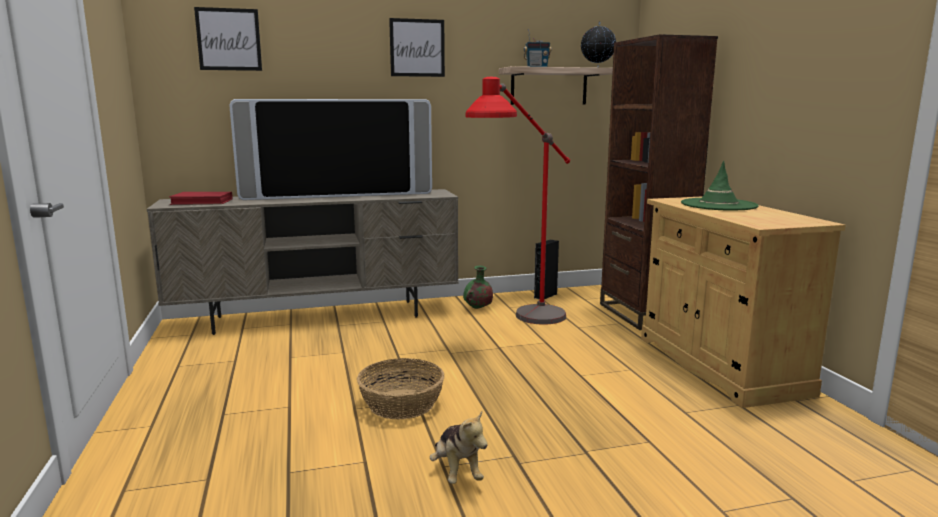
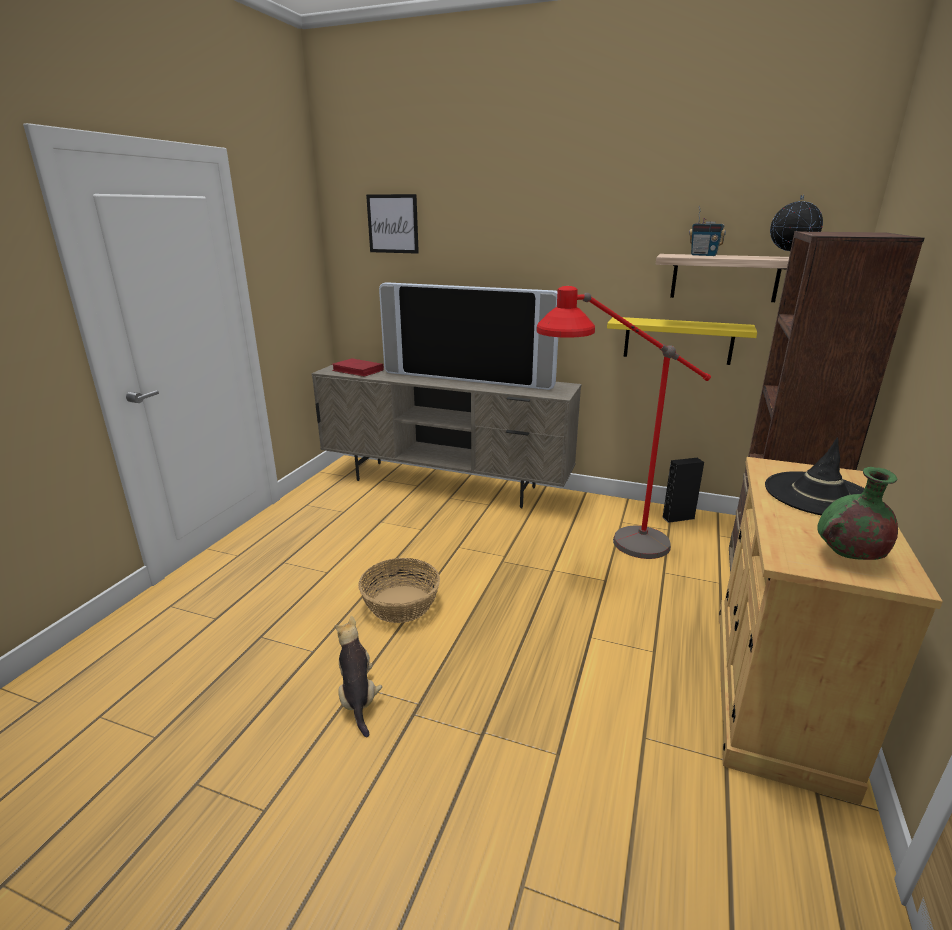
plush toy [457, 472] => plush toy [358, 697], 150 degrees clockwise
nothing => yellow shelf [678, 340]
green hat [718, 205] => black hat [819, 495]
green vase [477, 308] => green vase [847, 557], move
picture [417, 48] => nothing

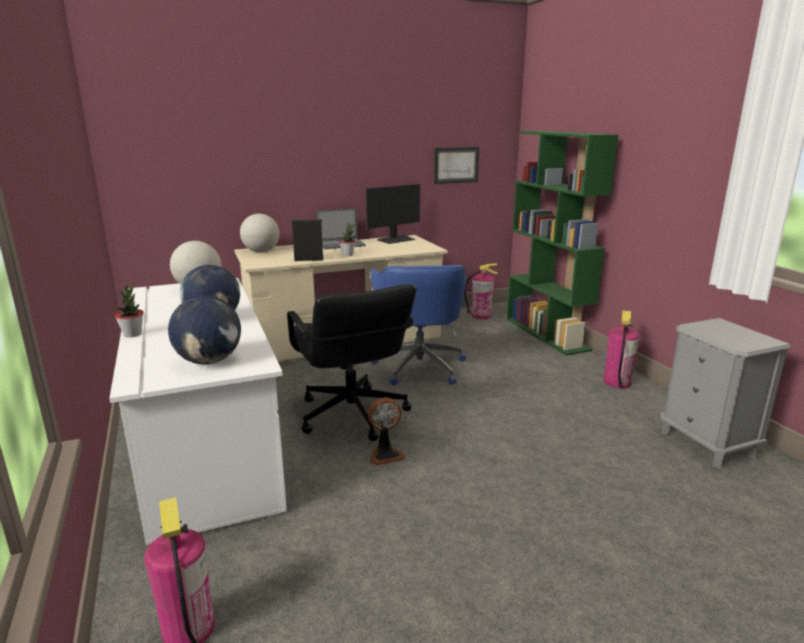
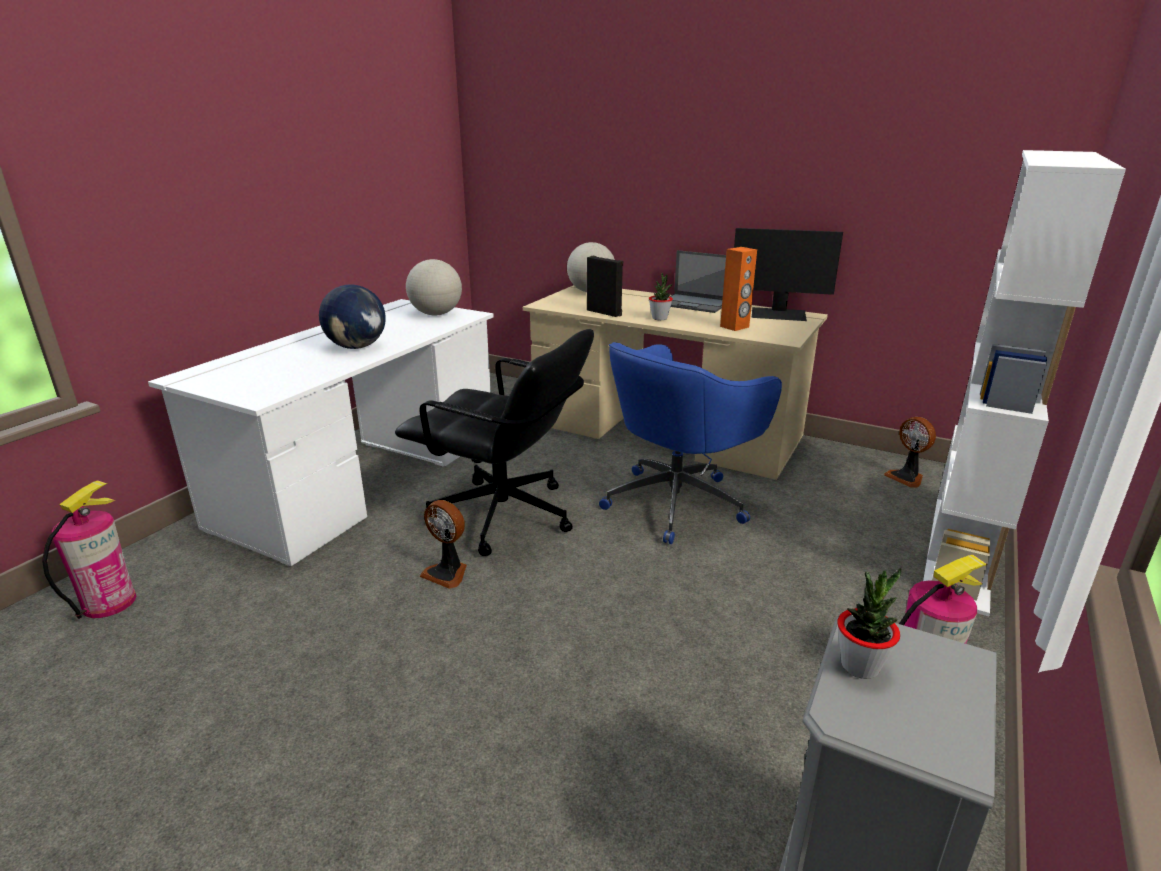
black office chair [351, 415] => black office chair [503, 516], 90 degrees counterclockwise
nothing => orange speaker [734, 327]
potted plant [132, 334] => potted plant [860, 666], move
fire extinguisher [481, 315] => fan [906, 477]
green bookcase [547, 334] => white bookcase [961, 551]
globe [209, 361] => nothing
picture [456, 165] => nothing

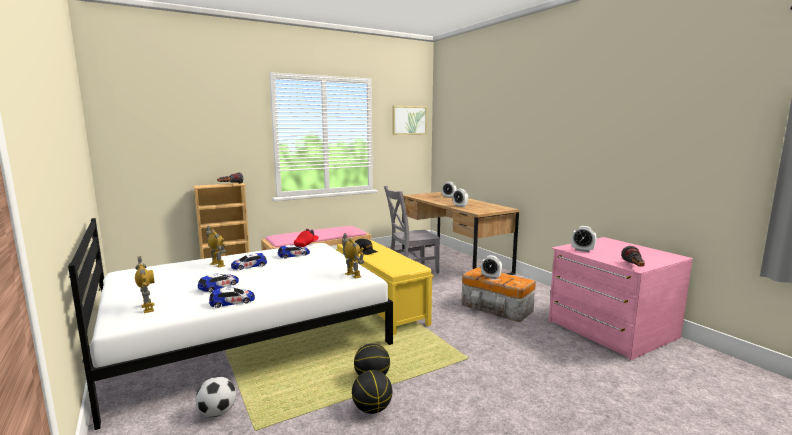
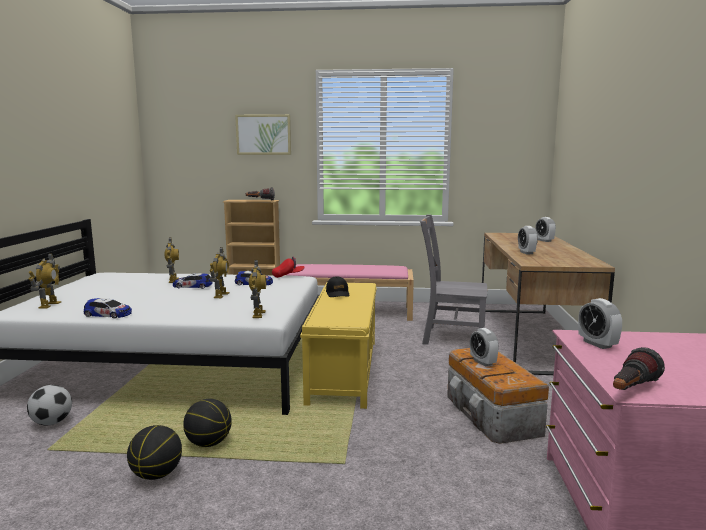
nothing => toy robot [220, 295]
picture [409, 120] => picture [263, 134], move
toy car [219, 286] => nothing

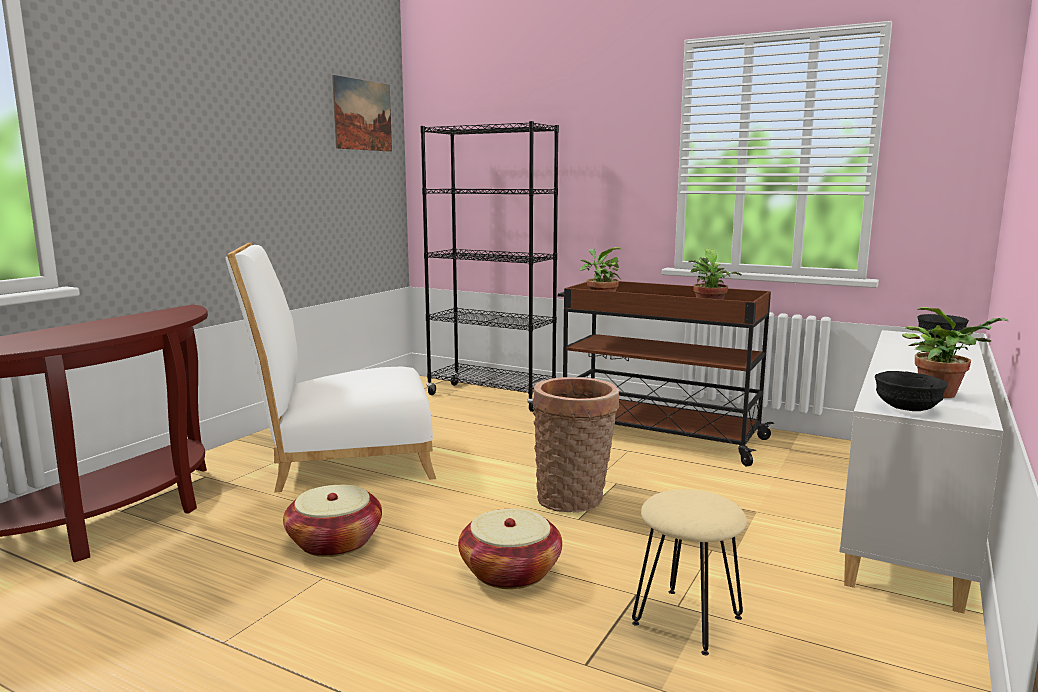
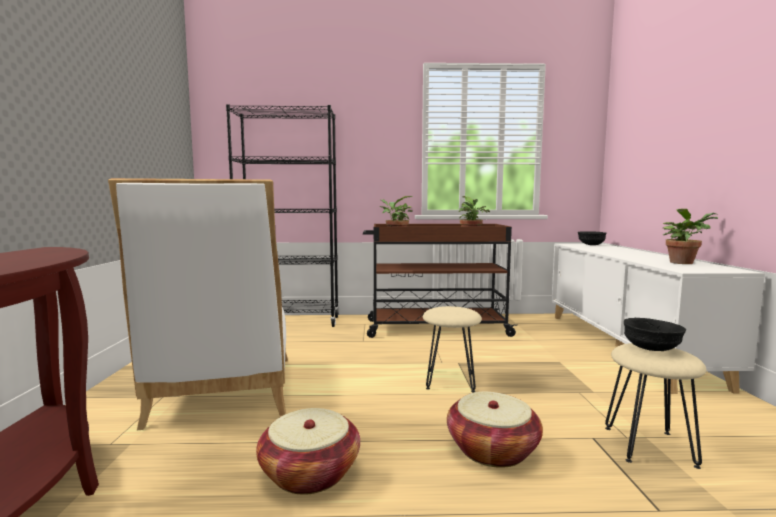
white chair [343, 462] => white chair [223, 394], 60 degrees counterclockwise
basket [574, 500] => beige stool [450, 380]
black bowl [906, 408] => black bowl [650, 349], move
picture [363, 115] => nothing

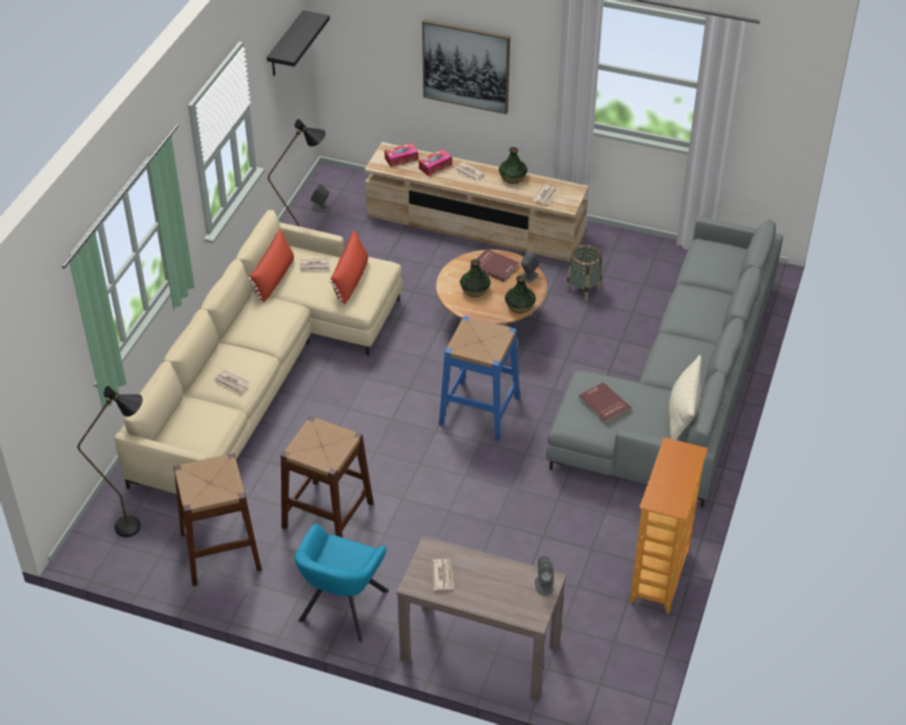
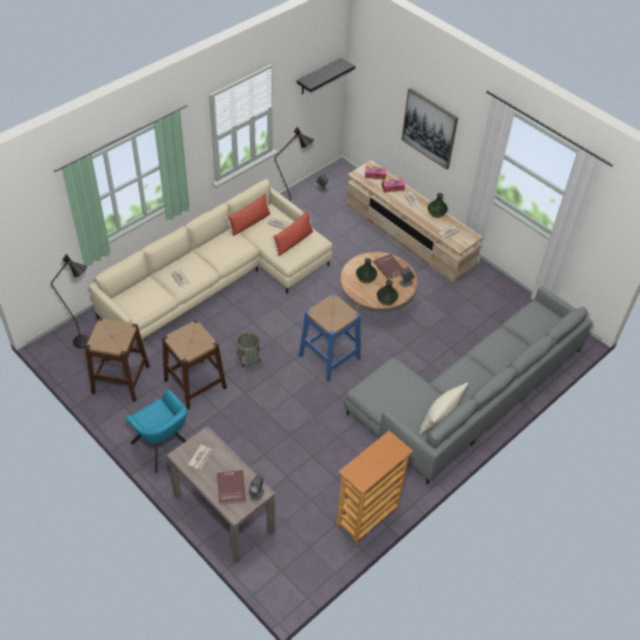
turquoise armchair [342, 608] => turquoise armchair [163, 447], 90 degrees counterclockwise
red book [603, 404] => red book [230, 488], move
basket [583, 289] => basket [248, 362], move

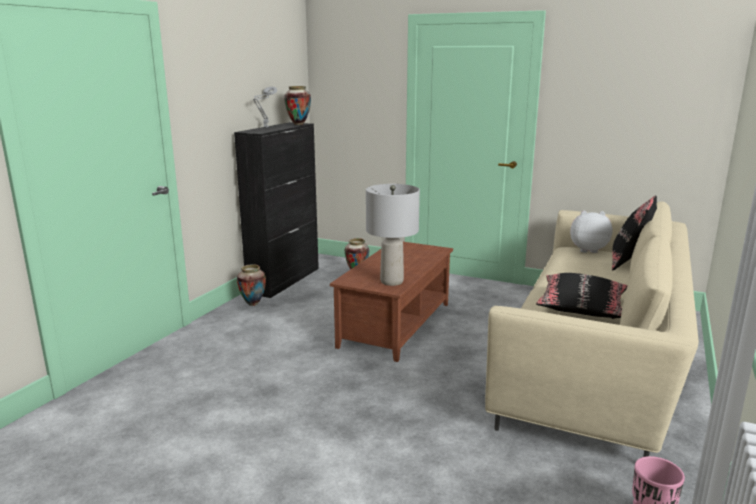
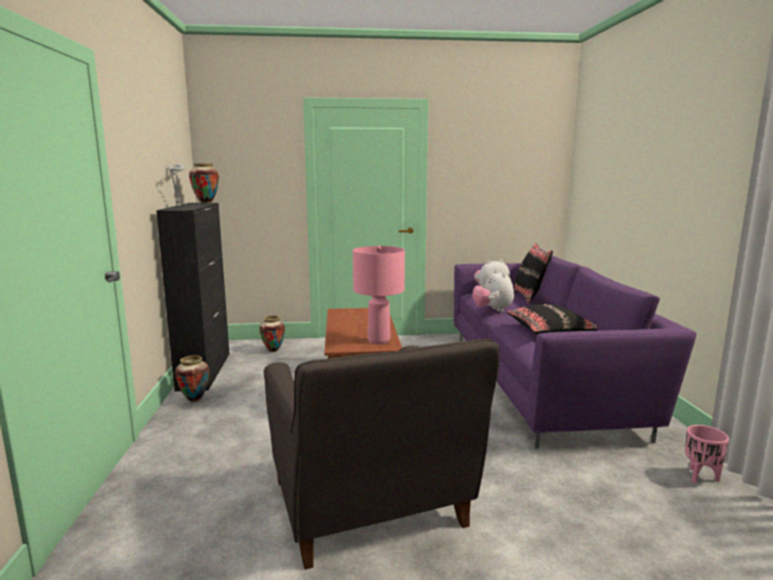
nothing => grey armchair [372, 509]
grey table lamp [392, 281] => pink table lamp [379, 340]
beige sofa [595, 362] => purple sofa [539, 379]
nothing => plush toy [492, 310]

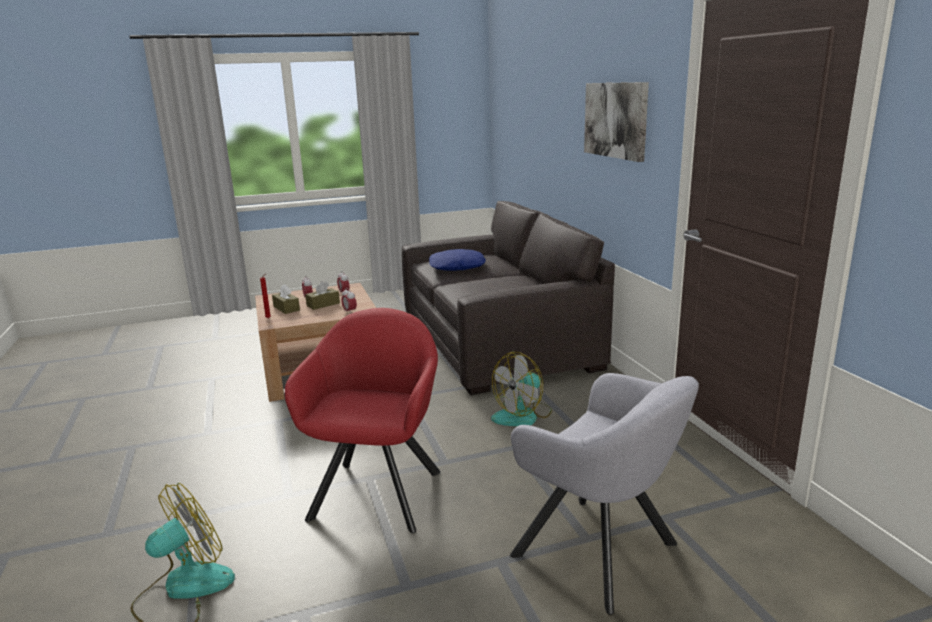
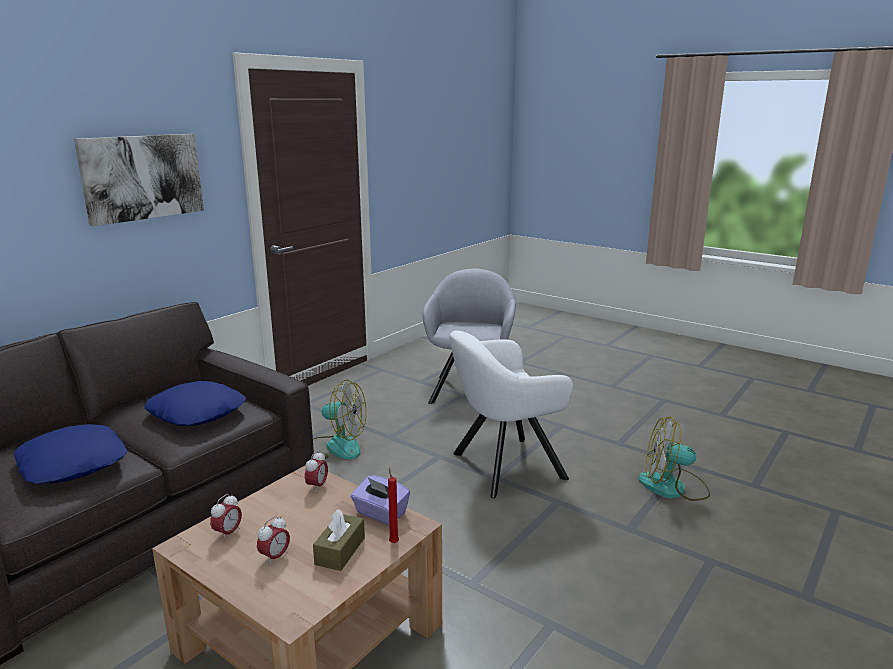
nothing => blue pillow [197, 412]
nothing => purple tissue box [380, 513]
red armchair [379, 489] => white armchair [502, 467]
brown tissue box [323, 304] => nothing

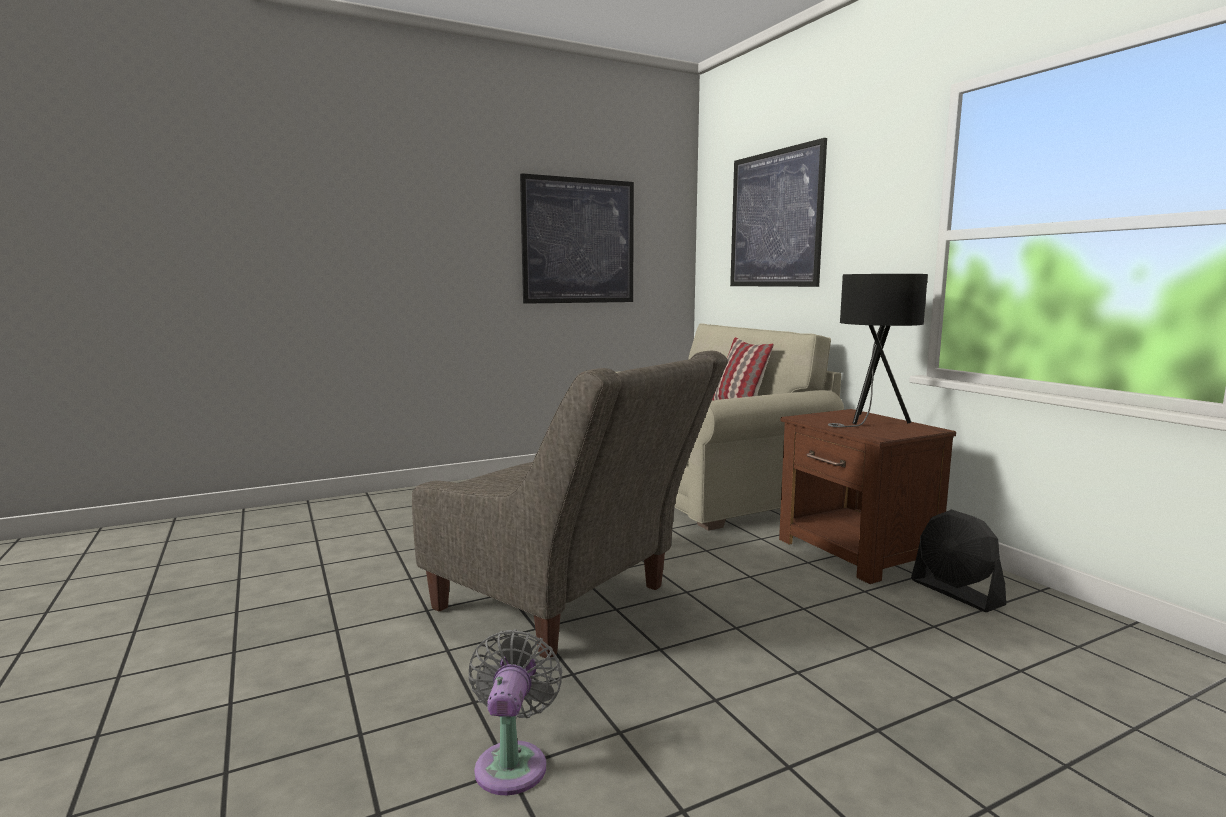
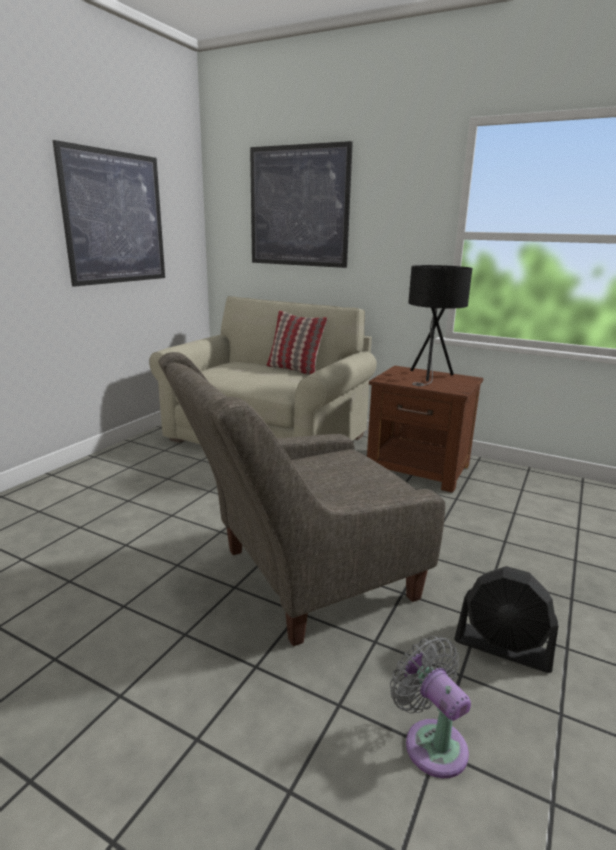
grey armchair [570, 605] => grey armchair [298, 579], 150 degrees clockwise
black fan [956, 593] => black fan [503, 647], move

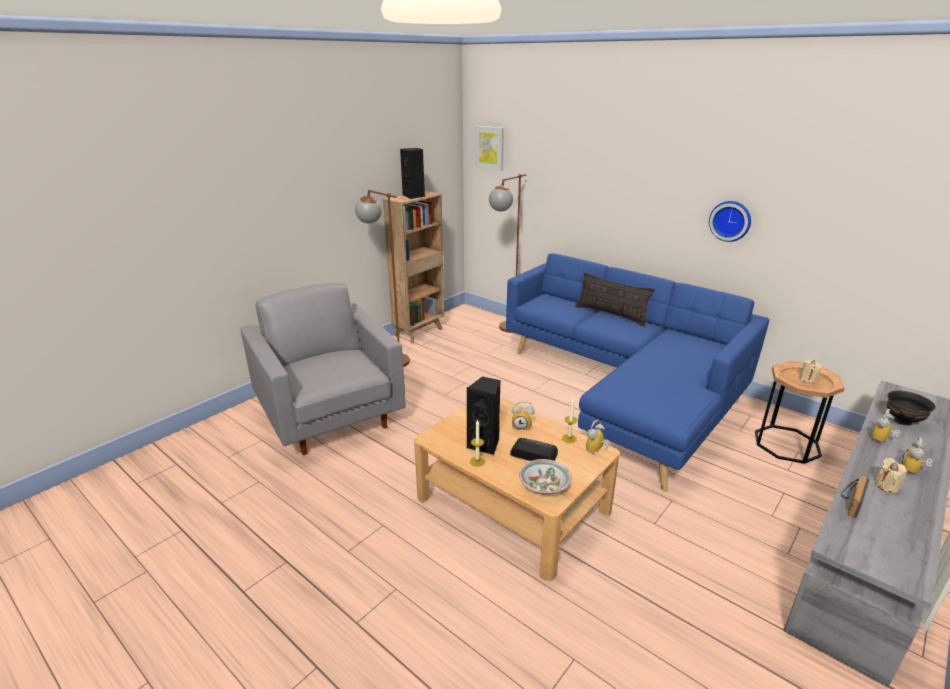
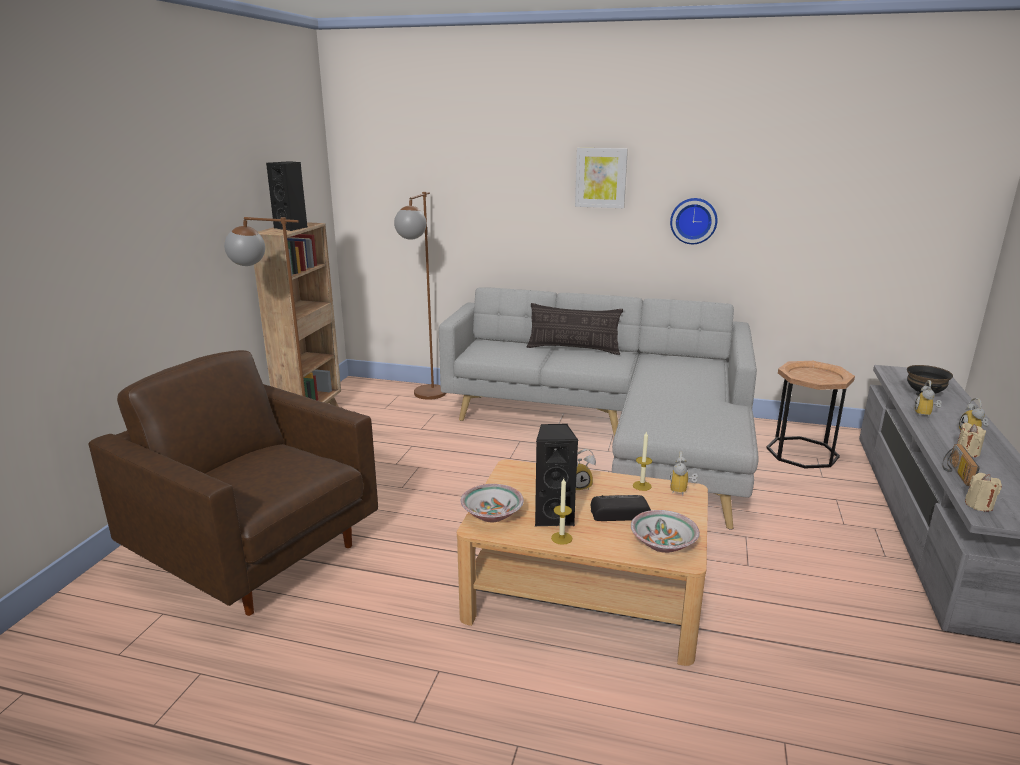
grey armchair [330, 417] => brown armchair [257, 554]
blue sofa [626, 393] => grey sofa [616, 438]
nothing => bowl [491, 514]
picture [489, 148] => picture [601, 177], move
beige candle [807, 379] => beige candle [979, 505], move

